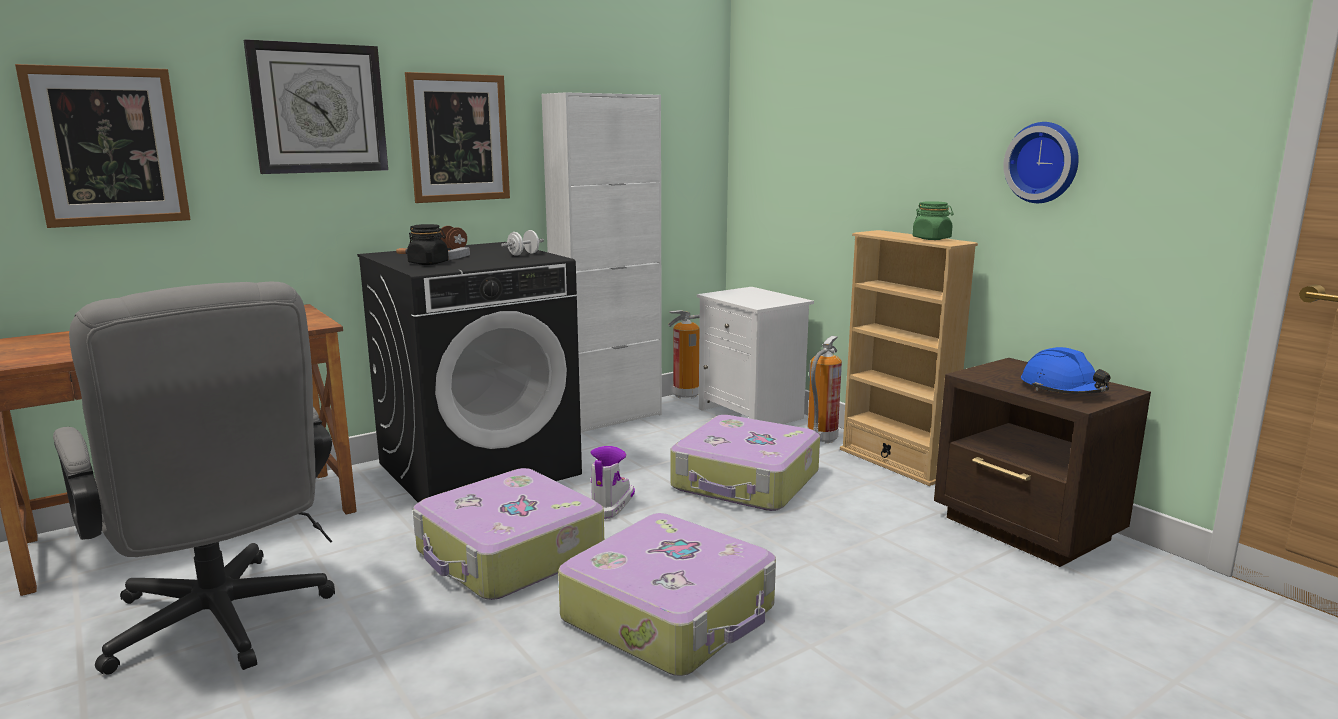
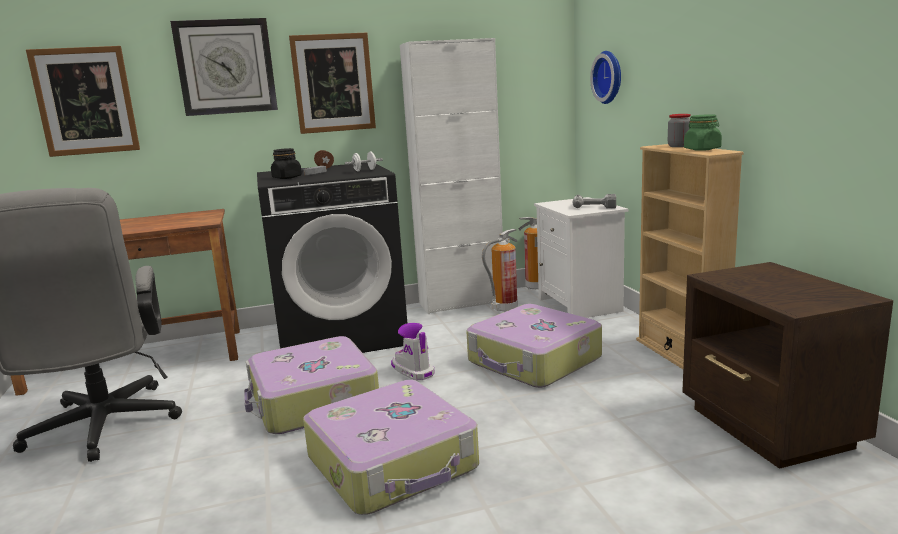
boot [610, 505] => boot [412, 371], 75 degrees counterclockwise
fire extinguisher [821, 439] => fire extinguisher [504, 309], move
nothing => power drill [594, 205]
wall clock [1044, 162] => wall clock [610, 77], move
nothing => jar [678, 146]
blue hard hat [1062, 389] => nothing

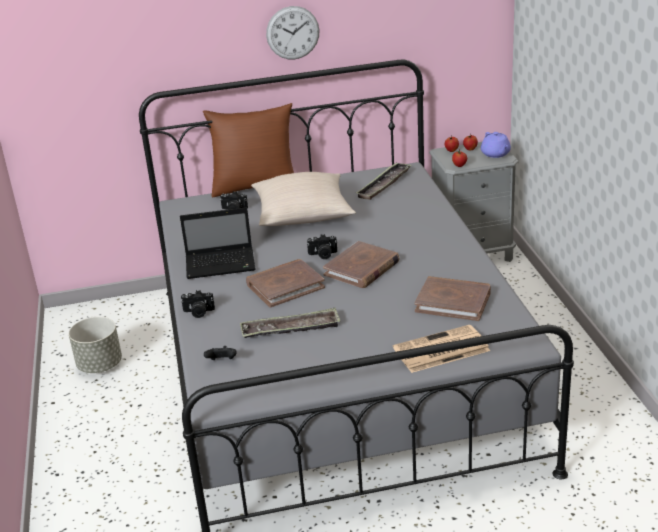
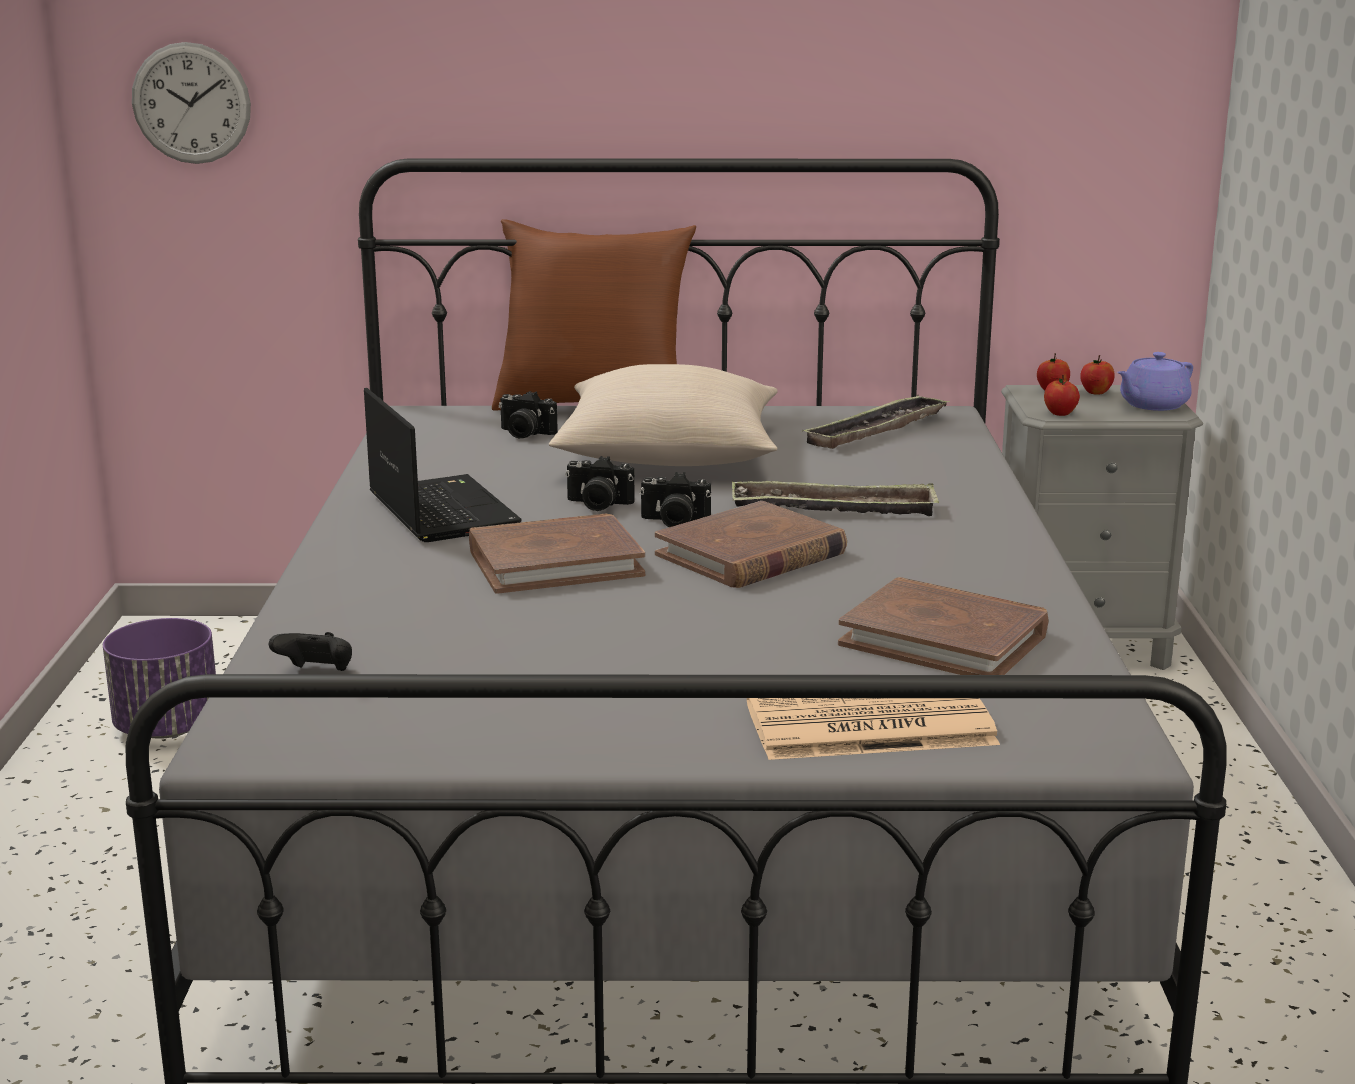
grey planter [100, 365] => purple planter [168, 728]
wall clock [292, 33] => wall clock [191, 103], move
laptop [222, 264] => laptop [440, 511], 120 degrees counterclockwise
photo camera [198, 312] => photo camera [598, 504], move
tray [290, 329] => tray [833, 509], move
purple teapot [495, 154] => purple teapot [1152, 405], 60 degrees clockwise

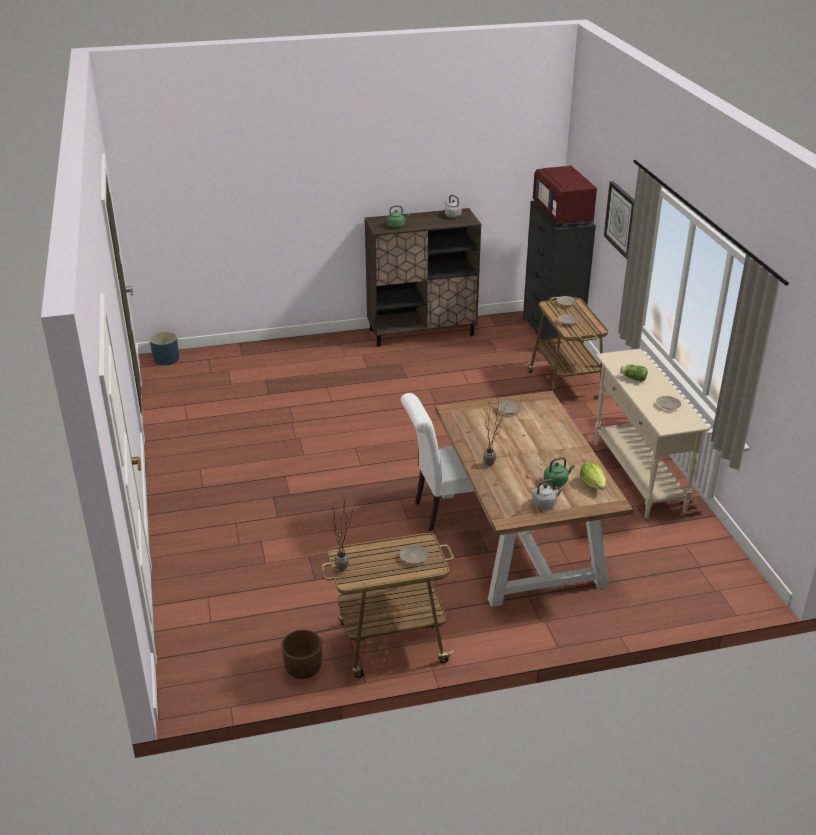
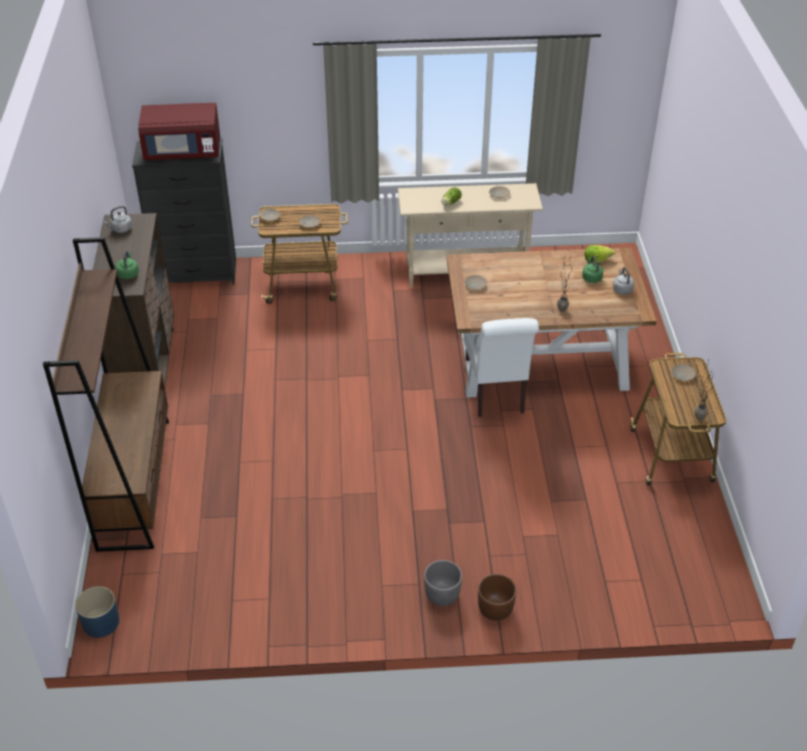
nothing => brown bookcase [134, 482]
nothing => grey planter [442, 595]
brown planter [303, 668] => brown planter [495, 609], move
wall clock [621, 219] => nothing

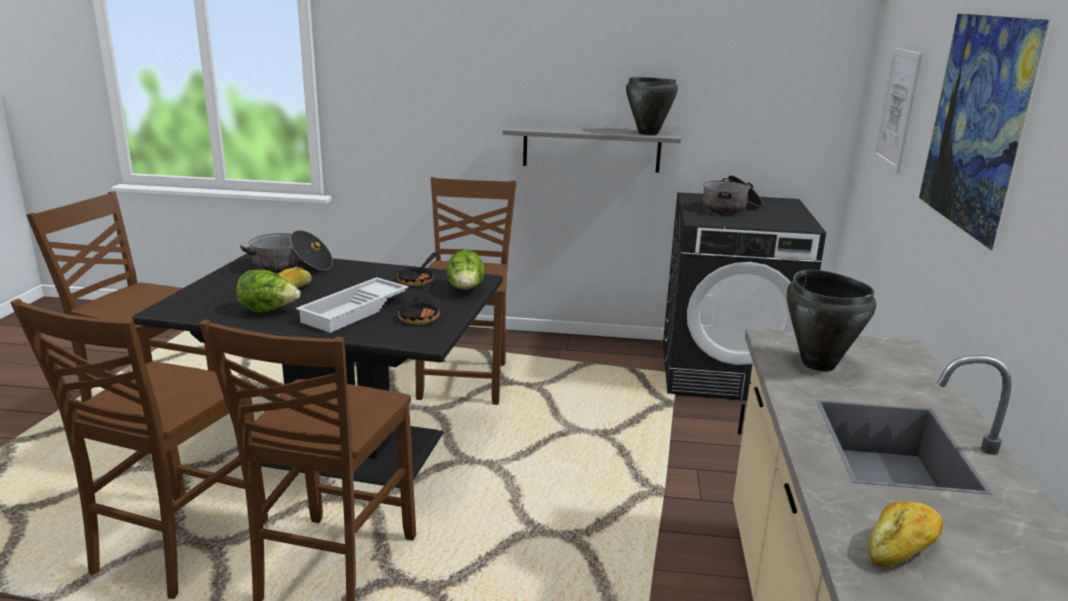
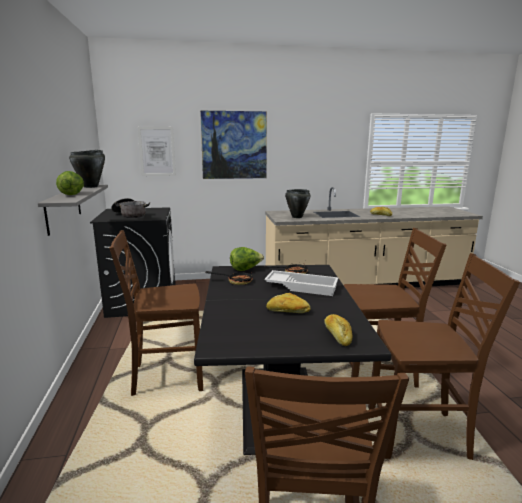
lettuce [269, 310] => lettuce [72, 194], move
nothing => bread [337, 335]
cooking pot [291, 267] => nothing

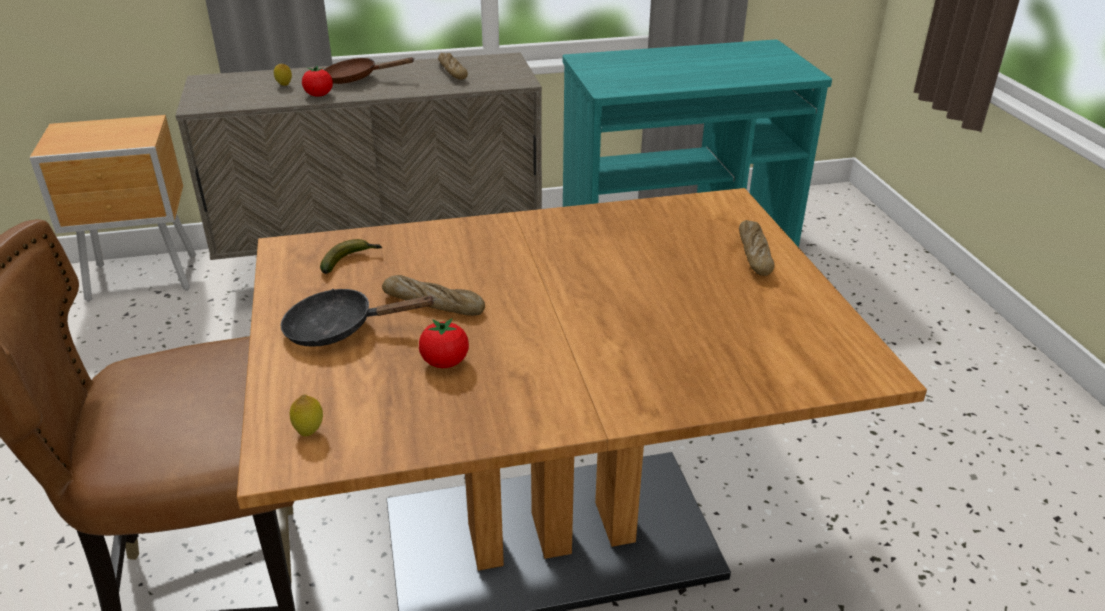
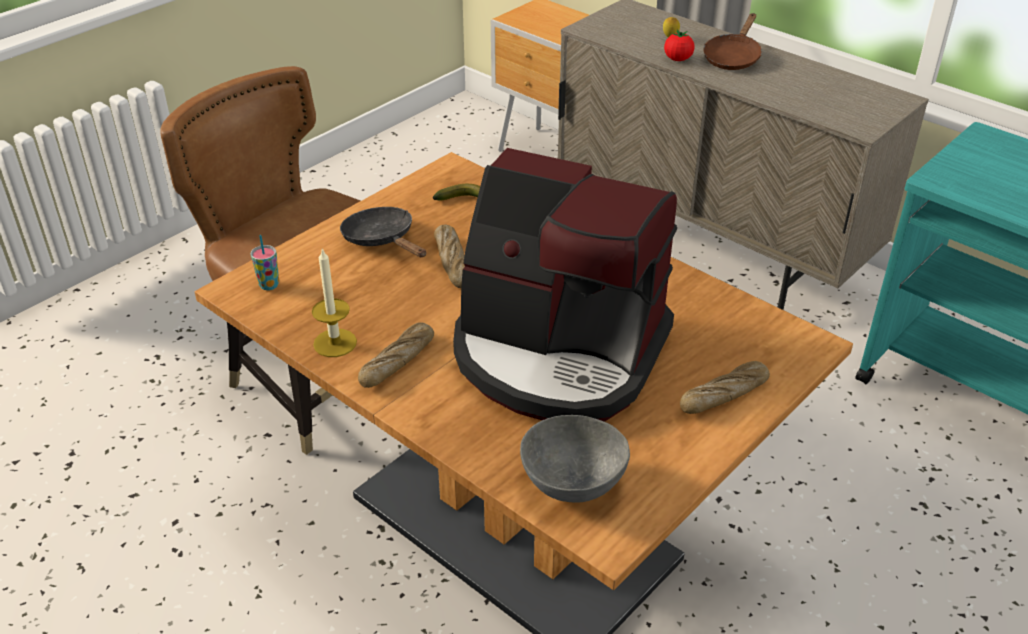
lemon [309, 432] => cup [269, 285]
nothing => candle [335, 343]
bread [452, 72] => bread [397, 361], move
nothing => coffee machine [558, 354]
nothing => grey bowl [574, 485]
brown frying pan [356, 79] => brown frying pan [732, 57], 120 degrees counterclockwise
tomato [445, 362] => nothing

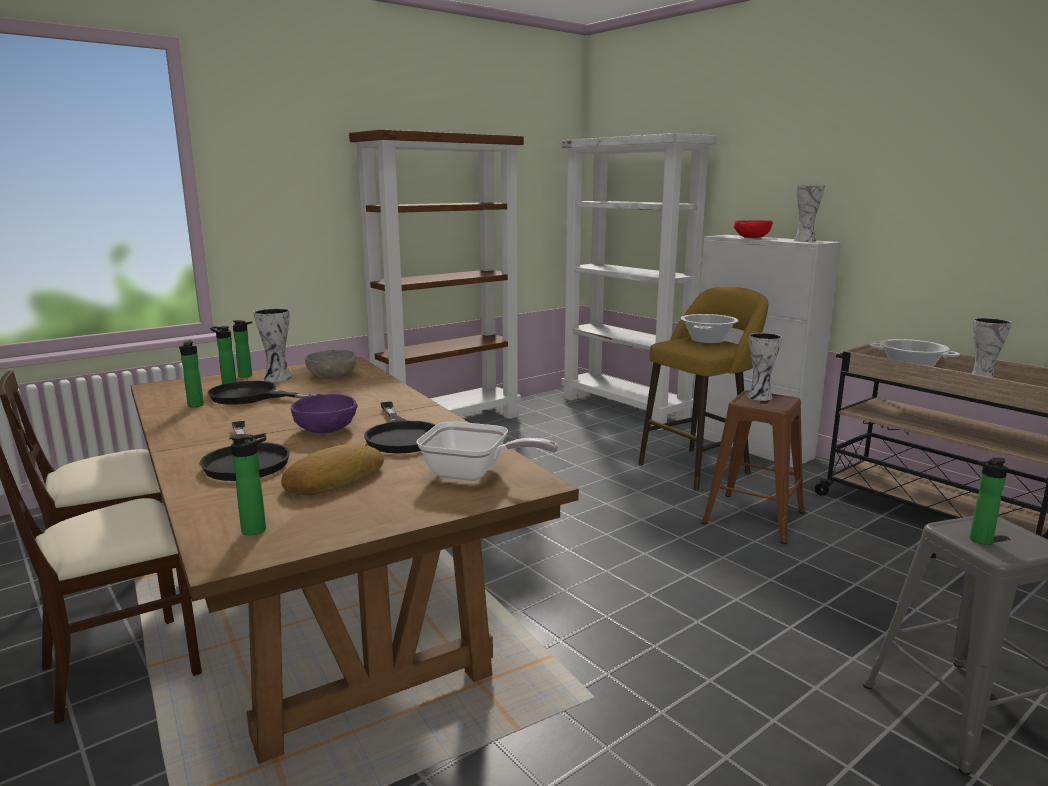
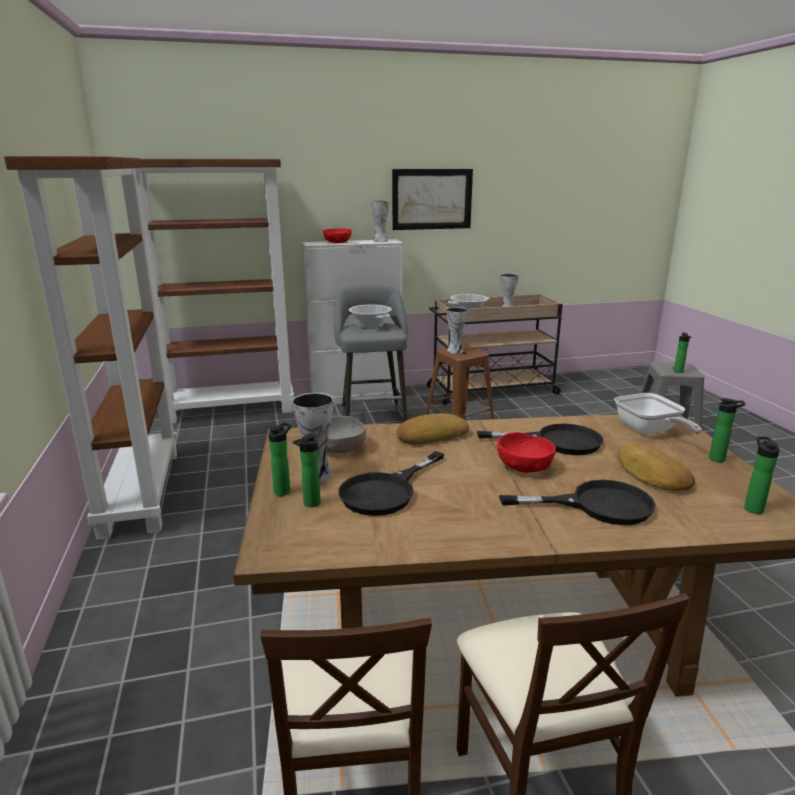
white bookcase [625, 409] => brown bookcase [231, 409]
yellow stool [698, 467] => grey stool [372, 421]
nothing => picture [432, 199]
nothing => bread [431, 435]
purple bowl [325, 429] => red bowl [525, 466]
frying pan [473, 474] => frying pan [649, 431], 120 degrees clockwise
bottle [195, 406] => bottle [719, 459], move

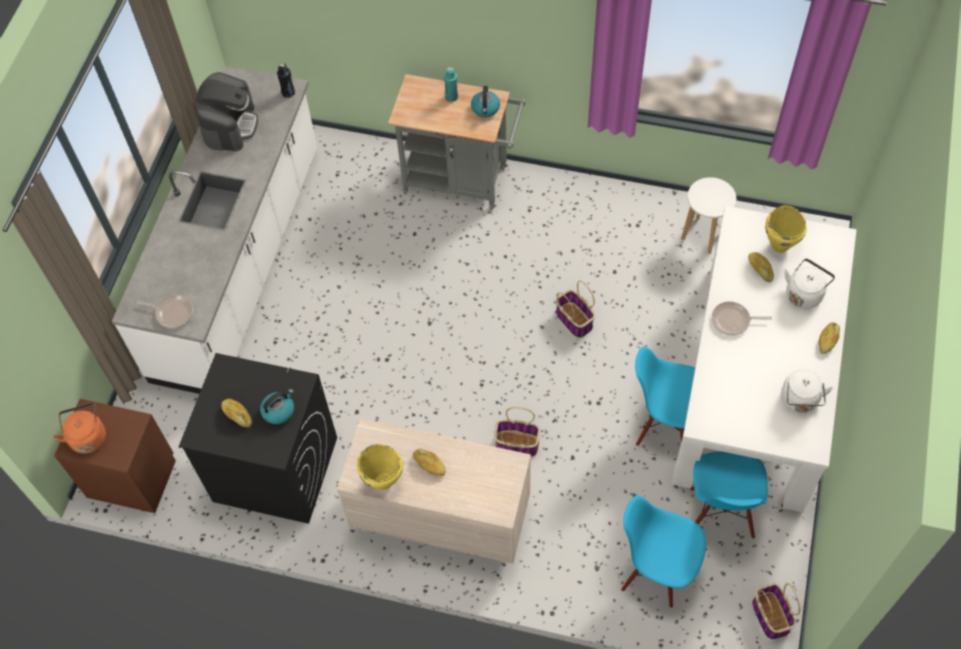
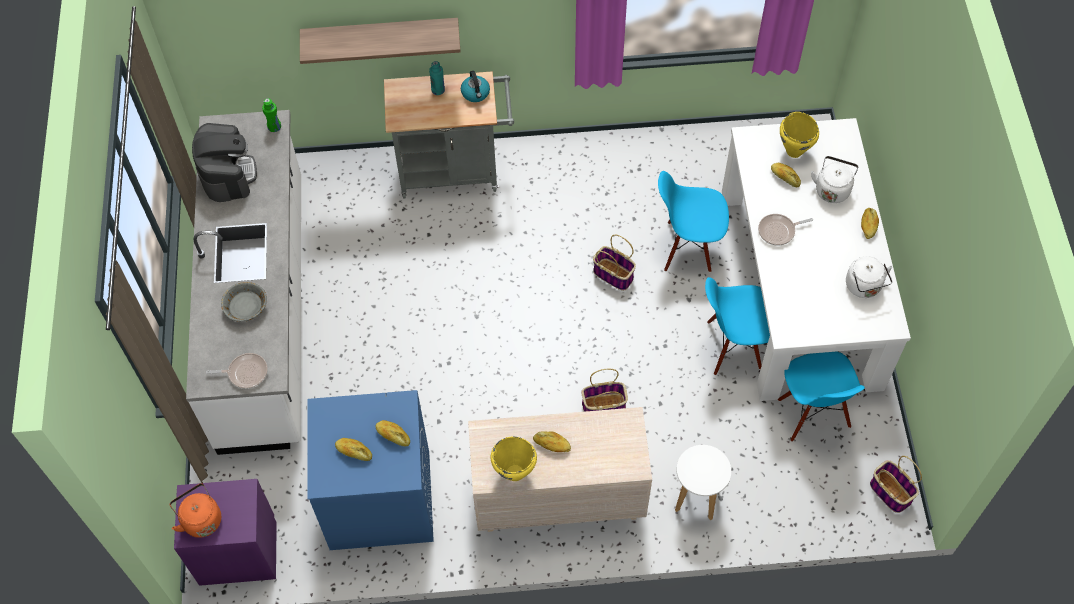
brown nightstand [132, 477] => purple nightstand [238, 551]
nothing => grey bowl [246, 307]
black bottle [288, 93] => green bottle [274, 127]
nothing => shelf [380, 34]
black washing machine [274, 469] => blue washing machine [379, 500]
kettle [279, 411] => bread [393, 435]
blue chair [656, 570] => blue chair [688, 248], move
white stool [702, 235] => white stool [696, 499], move

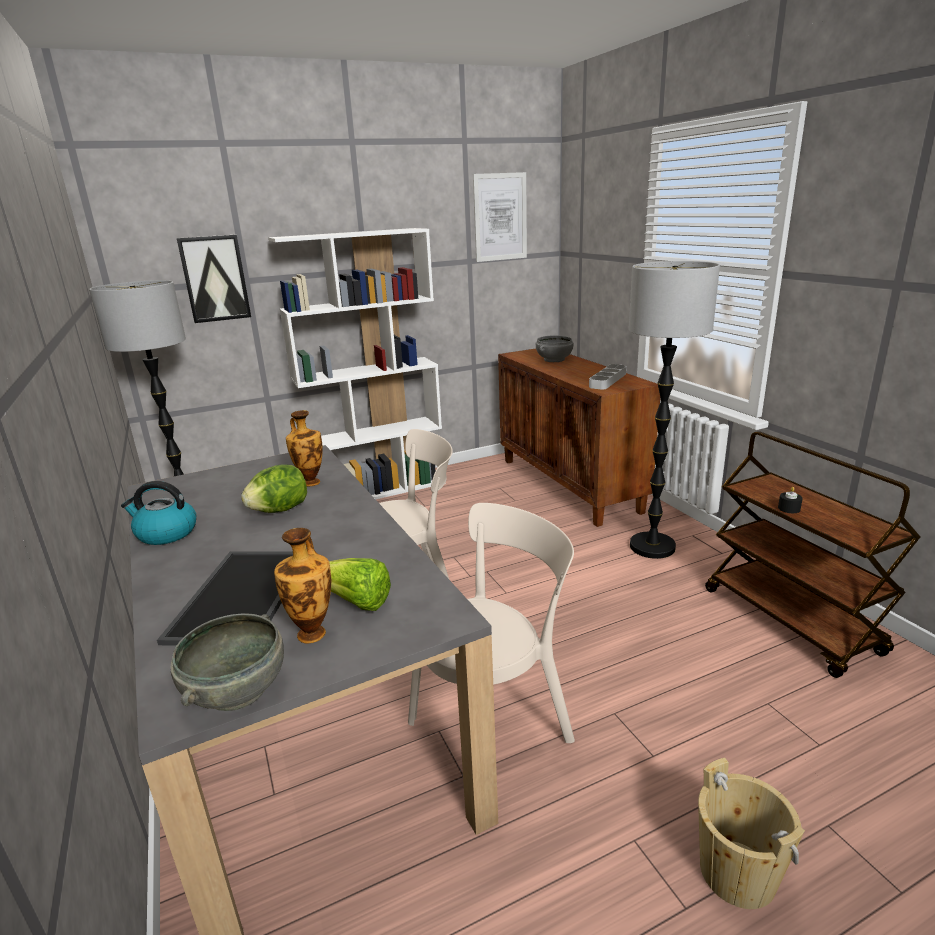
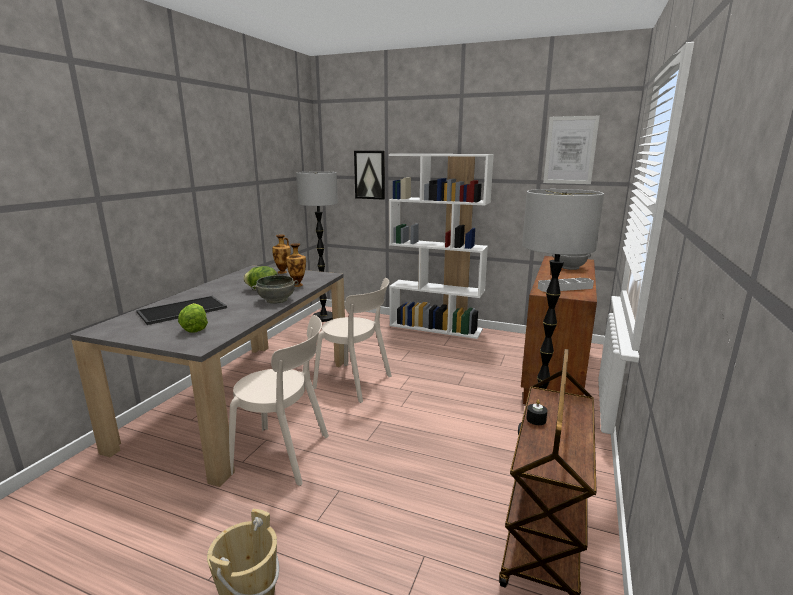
grey bowl [236, 690] => grey bowl [276, 300], move
vase [313, 633] => vase [283, 272], move
kettle [166, 533] => nothing

